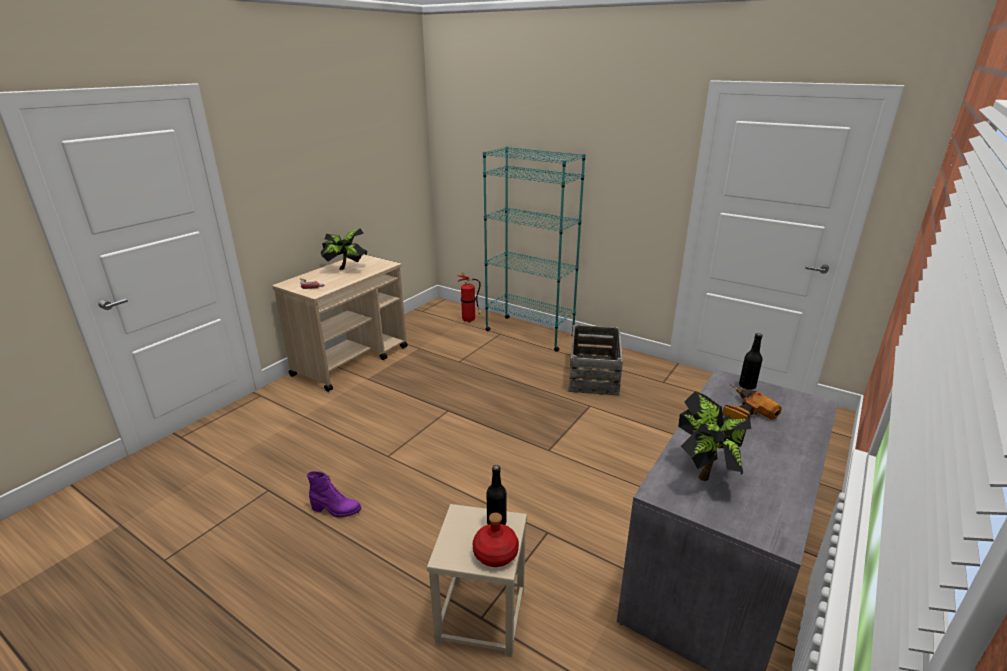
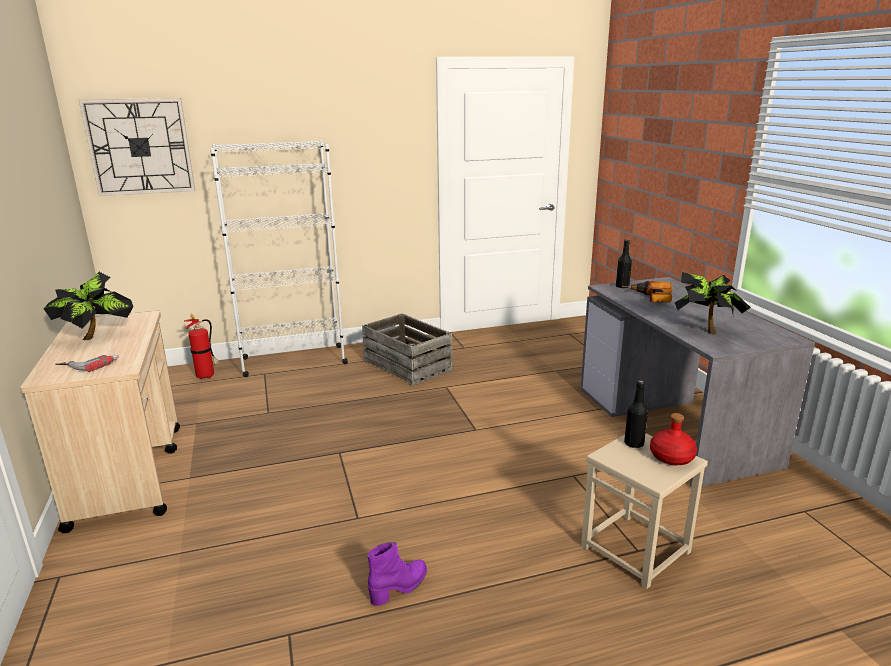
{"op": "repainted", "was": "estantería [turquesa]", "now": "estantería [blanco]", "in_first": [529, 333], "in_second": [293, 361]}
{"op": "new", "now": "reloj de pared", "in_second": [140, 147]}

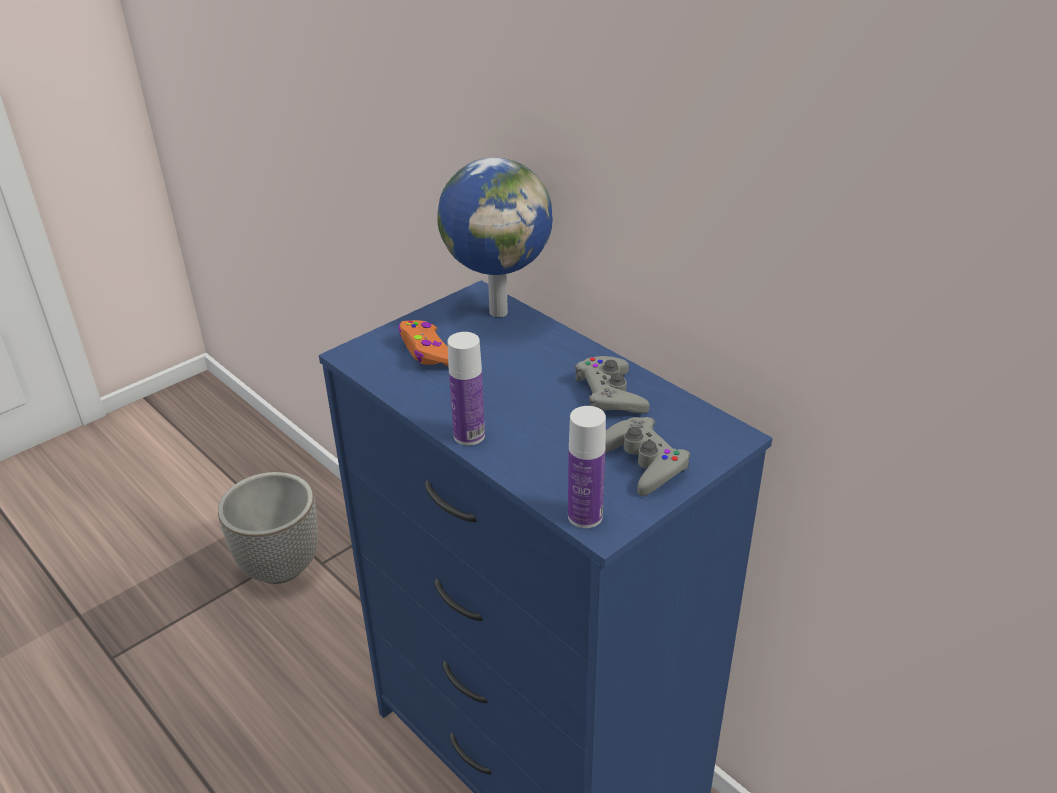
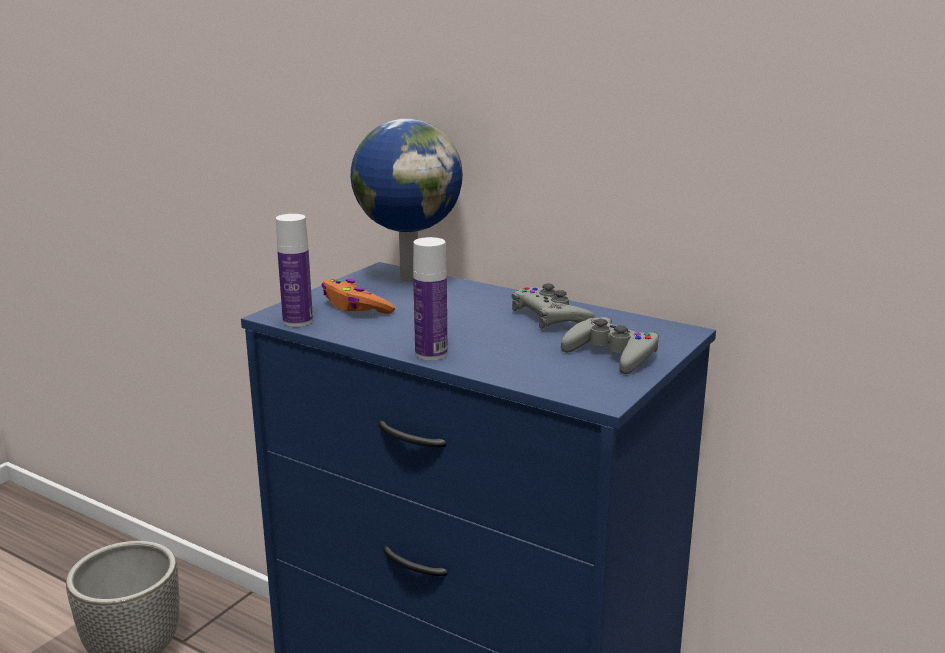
{"op": "shifted", "was": "botella", "in_first": [585, 516], "in_second": [298, 321]}

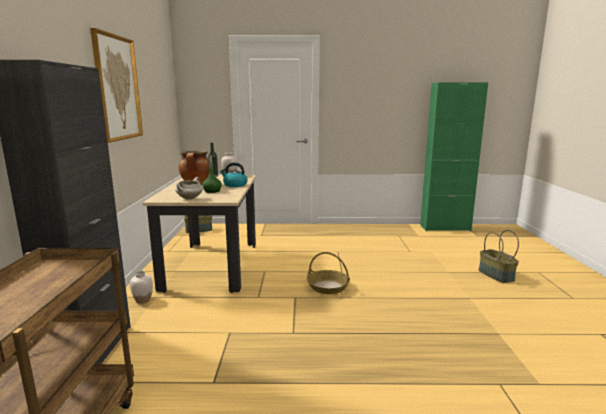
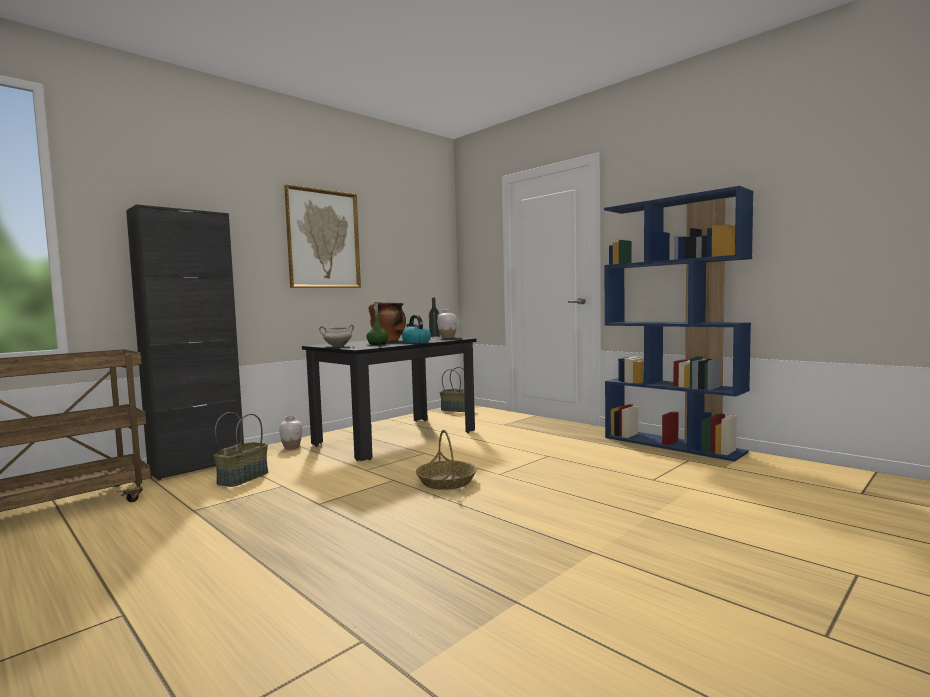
{"op": "repainted", "was": "mesa de comedor [beis]", "now": "mesa de comedor [negro]", "in_first": [212, 265], "in_second": [395, 438]}
{"op": "gone", "was": "armario [verde]", "in_first": [445, 228]}
{"op": "shifted", "was": "cesta", "in_first": [495, 275], "in_second": [243, 478]}
{"op": "new", "now": "estantería [azul]", "in_second": [673, 444]}

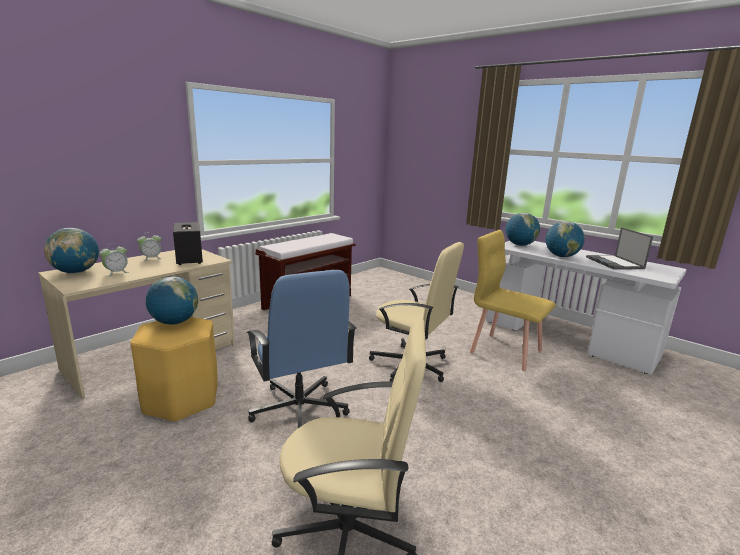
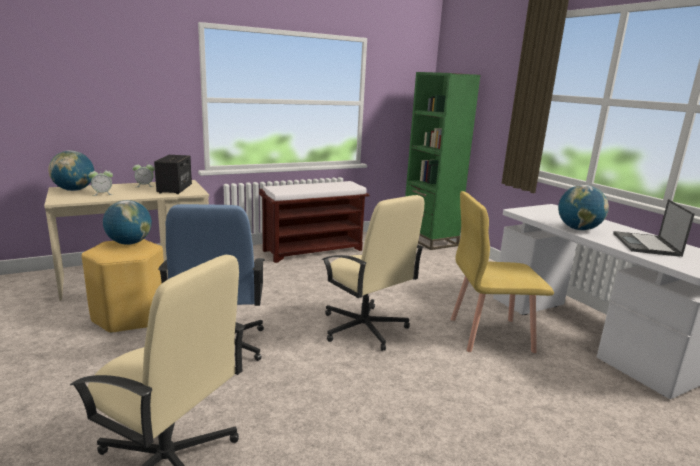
{"op": "rotated", "was": "silla [amarillo]", "in_first": [505, 351], "in_second": [489, 334], "clockwise": -60}
{"op": "gone", "was": "globo terráqueo", "in_first": [520, 245]}
{"op": "new", "now": "estantería [verde]", "in_second": [429, 240]}

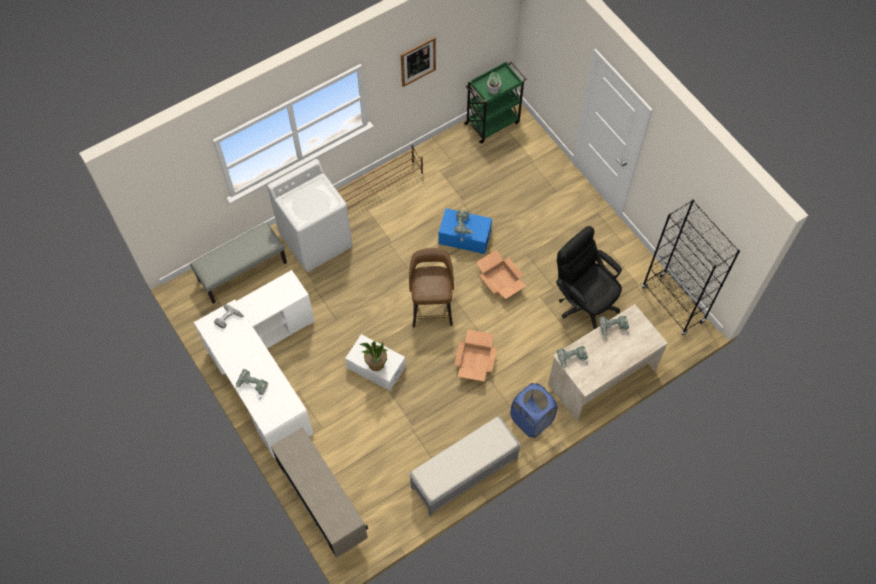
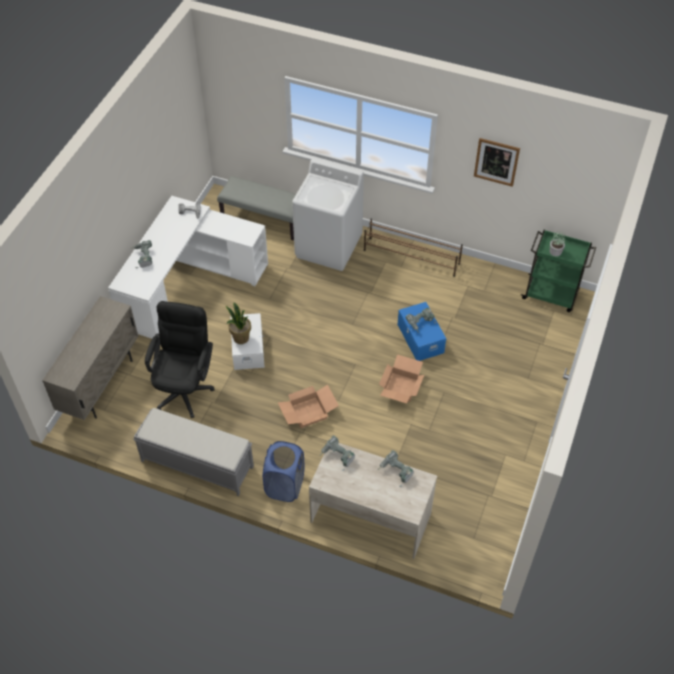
{"op": "gone", "was": "taburete [marrón]", "in_first": [431, 307]}
{"op": "shifted", "was": "silla de oficina [negro]", "in_first": [583, 301], "in_second": [185, 387]}
{"op": "gone", "was": "estantería [negro]", "in_first": [673, 305]}

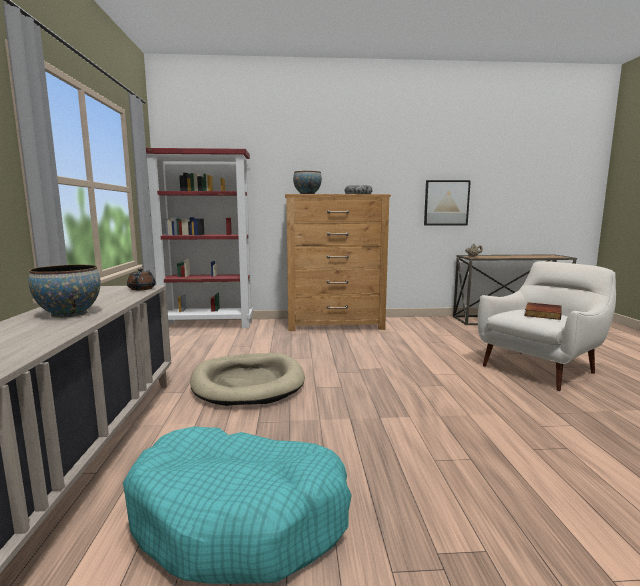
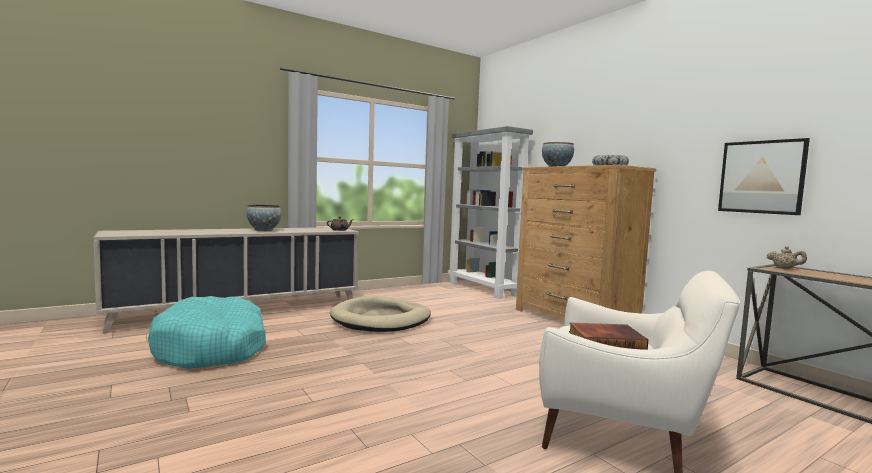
{"op": "repainted", "was": "estantería [rojo]", "now": "estantería [gris]", "in_first": [208, 324], "in_second": [483, 289]}

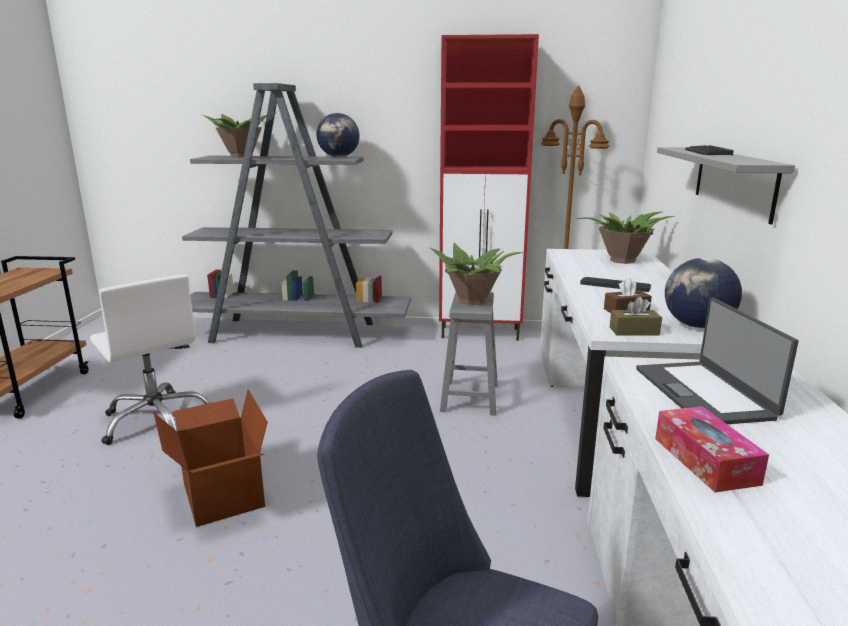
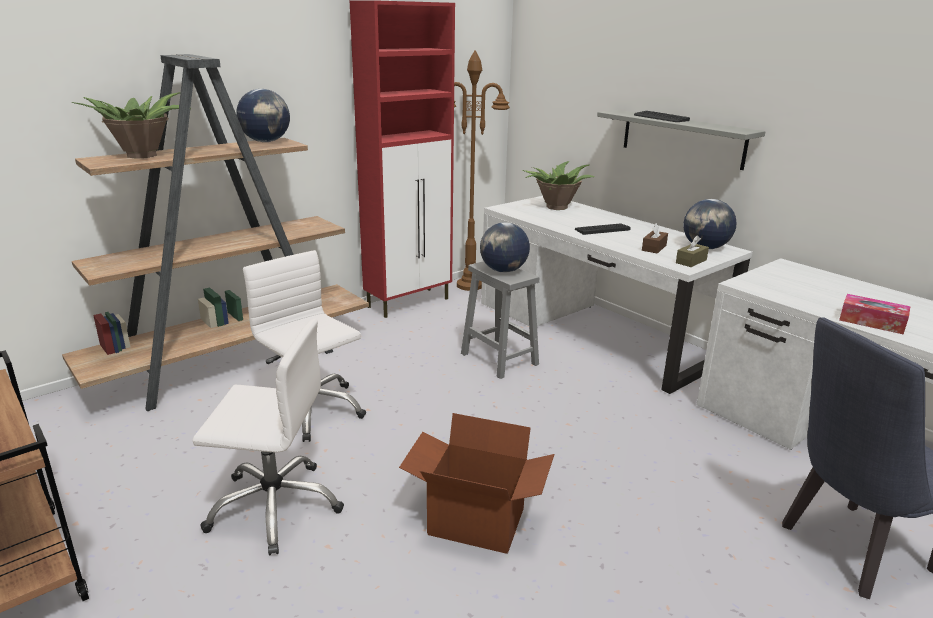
{"op": "repainted", "was": "estantería [gris]", "now": "estantería [marrón]", "in_first": [296, 333], "in_second": [234, 362]}
{"op": "swapped", "was": "planta en maceta", "now": "globo terráqueo", "in_first": [472, 302], "in_second": [503, 271]}
{"op": "gone", "was": "portátil", "in_first": [704, 393]}
{"op": "new", "now": "silla de oficina [blanco]", "in_second": [310, 410]}

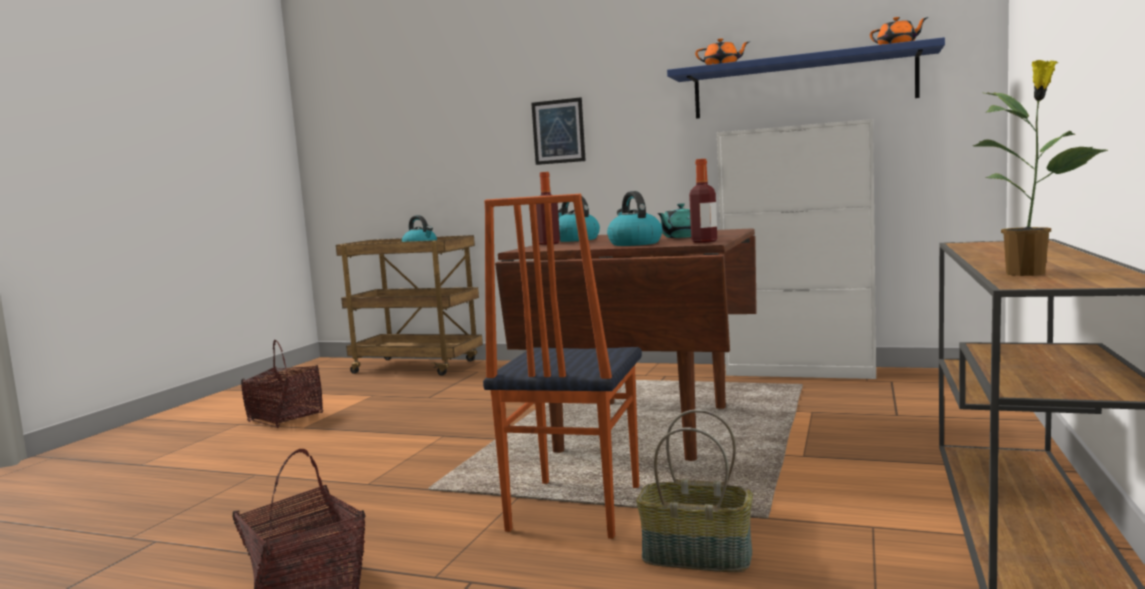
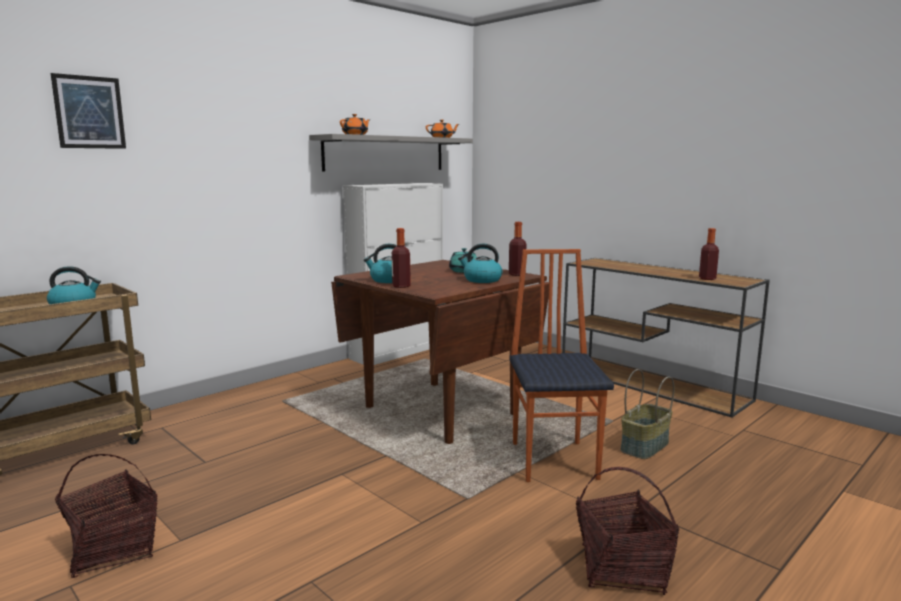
{"op": "rotated", "was": "silla", "in_first": [572, 509], "in_second": [555, 460], "clockwise": -135}
{"op": "shifted", "was": "cuadro", "in_first": [558, 131], "in_second": [89, 112]}
{"op": "repainted", "was": "estante [azul]", "now": "estante [gris]", "in_first": [802, 85], "in_second": [385, 153]}
{"op": "swapped", "was": "planta en maceta", "now": "botella", "in_first": [1028, 273], "in_second": [707, 278]}

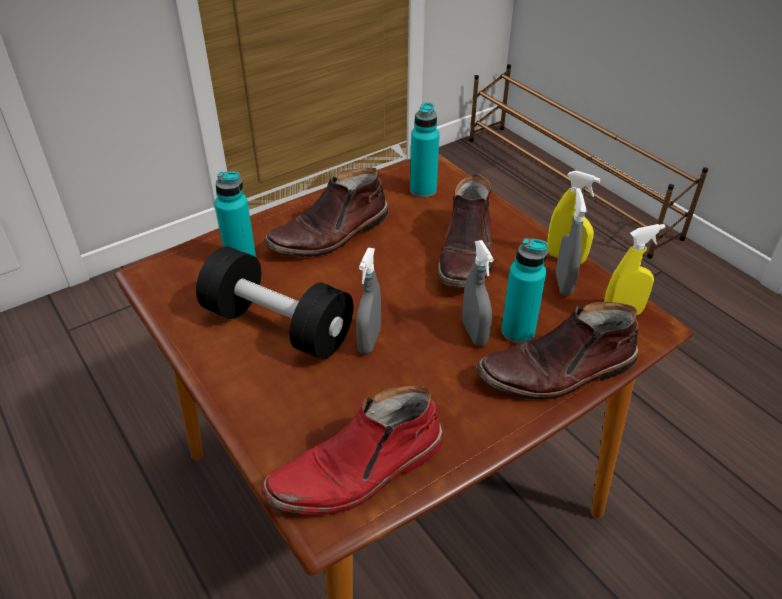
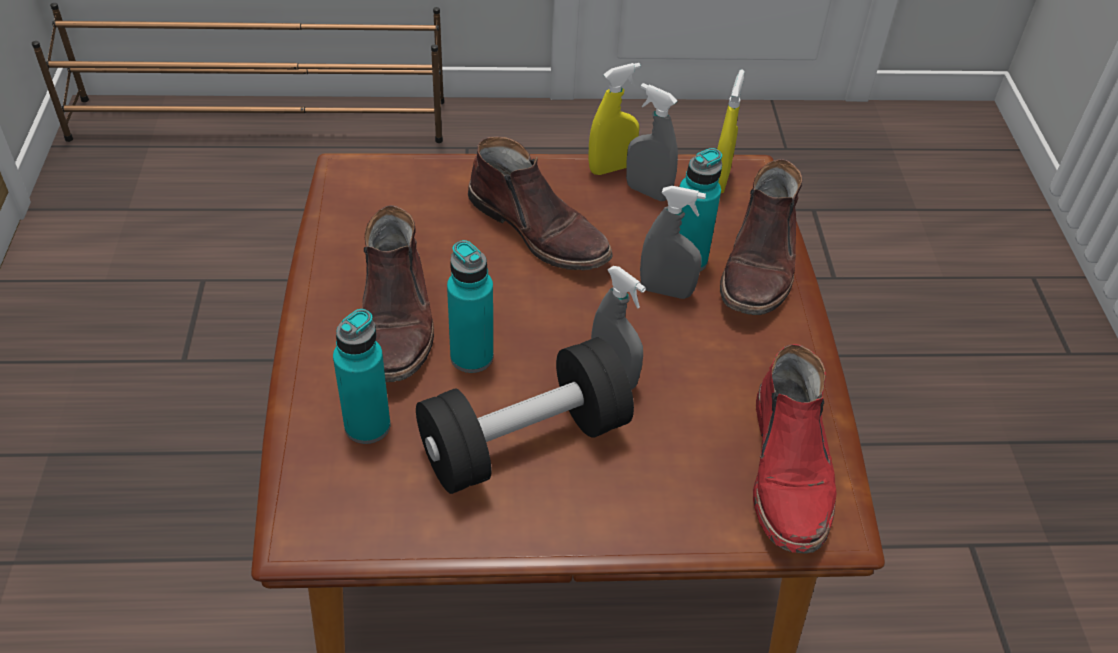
{"op": "shifted", "was": "botella [turquesa]", "in_first": [423, 190], "in_second": [471, 357]}

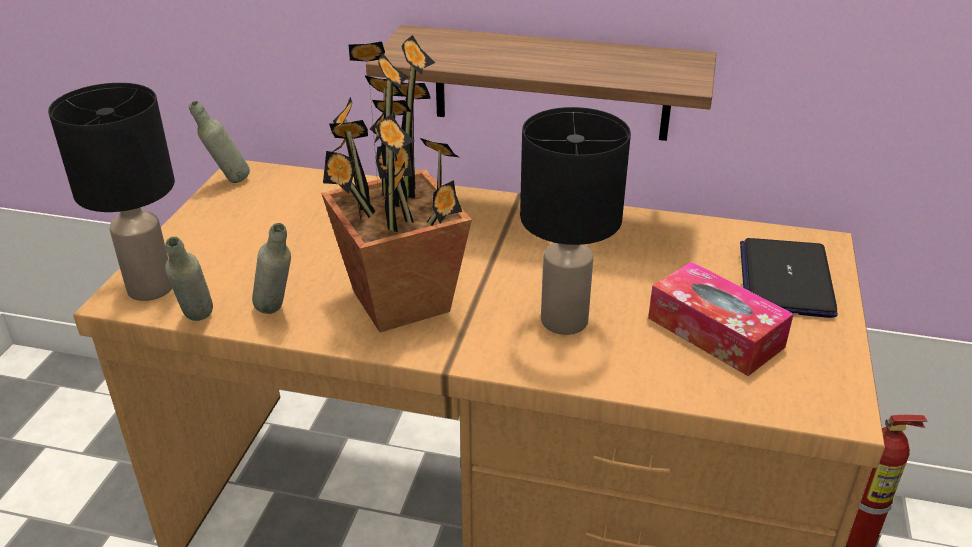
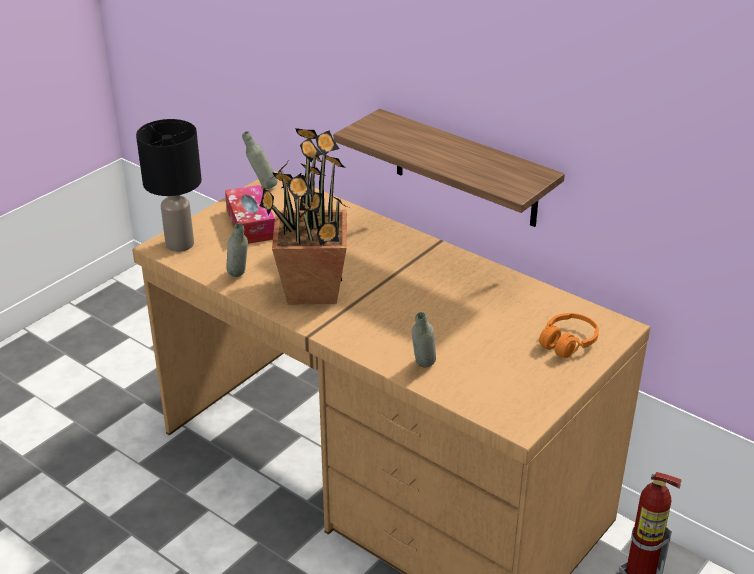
{"op": "shifted", "was": "botella [gris]", "in_first": [197, 323], "in_second": [423, 369]}
{"op": "gone", "was": "lámpara de mesa [negro]", "in_first": [565, 321]}
{"op": "shifted", "was": "caja de pañuelos", "in_first": [715, 332], "in_second": [251, 224]}
{"op": "swapped", "was": "portátil", "now": "auriculares [naranja]", "in_first": [785, 279], "in_second": [568, 342]}

